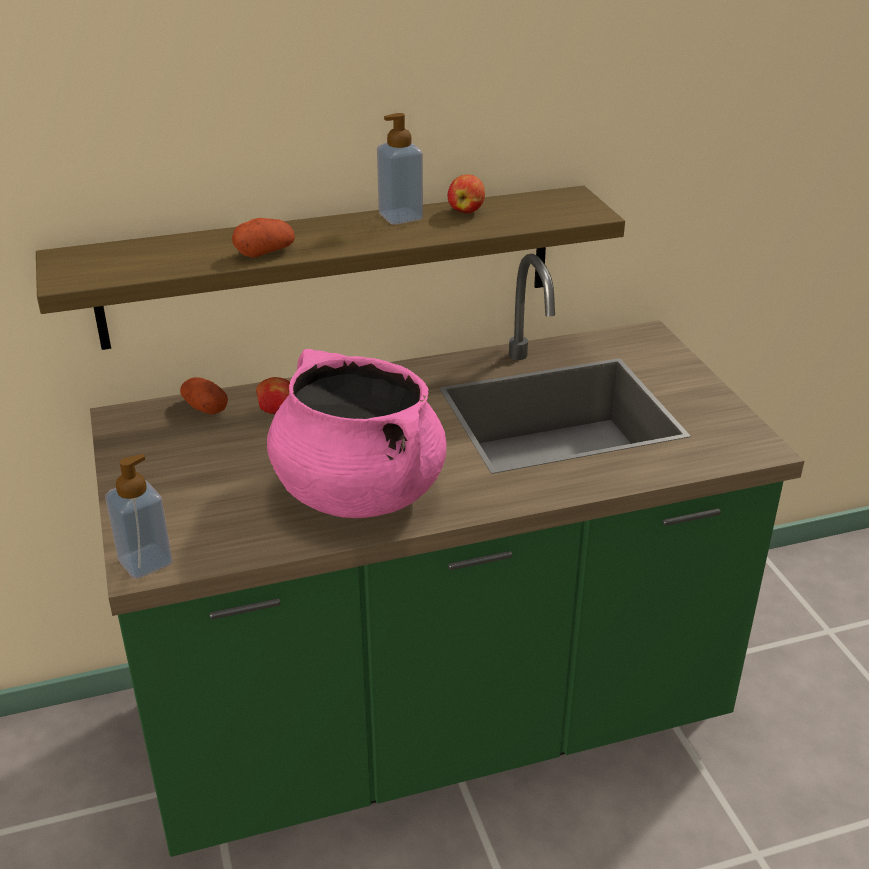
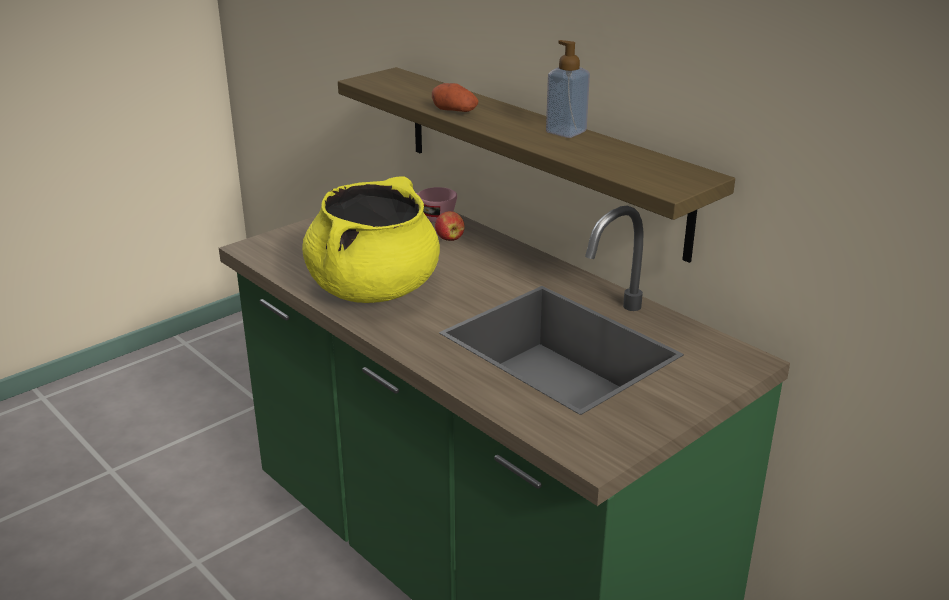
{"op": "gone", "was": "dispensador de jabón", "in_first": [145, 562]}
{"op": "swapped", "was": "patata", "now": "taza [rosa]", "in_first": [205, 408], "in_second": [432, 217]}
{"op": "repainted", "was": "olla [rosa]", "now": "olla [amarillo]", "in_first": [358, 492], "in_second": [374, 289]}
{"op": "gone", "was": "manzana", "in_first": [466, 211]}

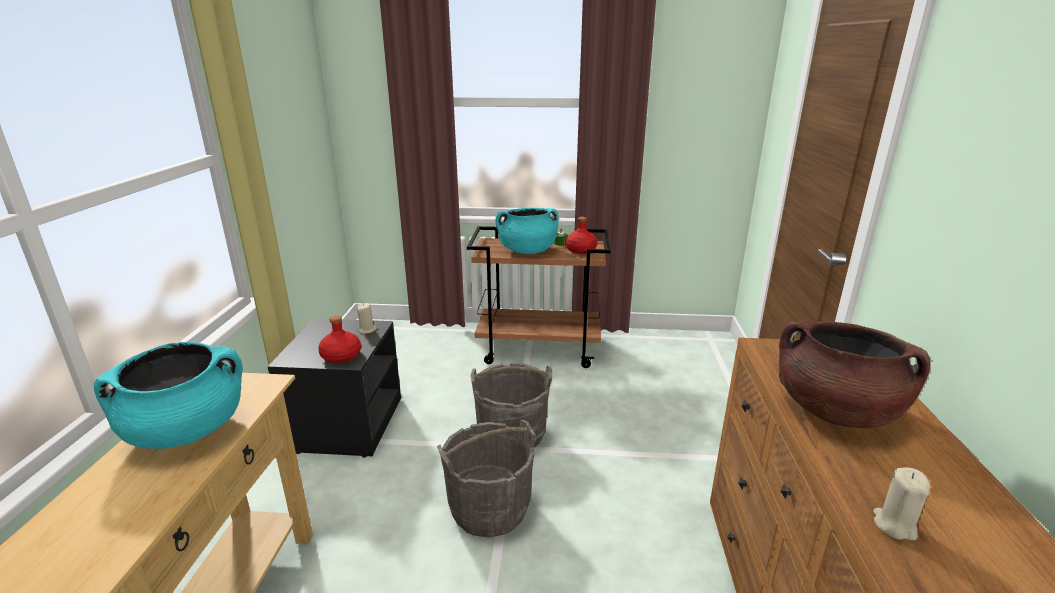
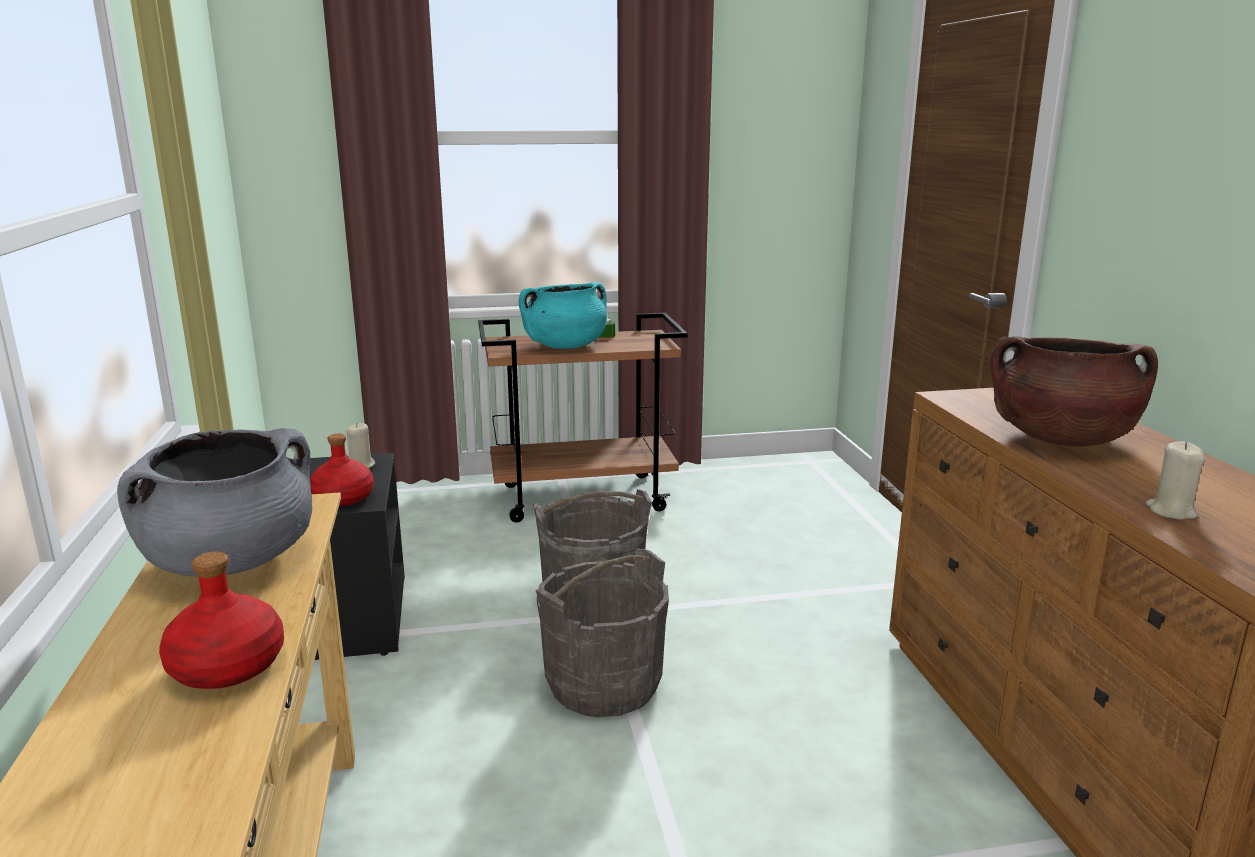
{"op": "repainted", "was": "olla [turquesa]", "now": "olla [gris]", "in_first": [187, 430], "in_second": [231, 561]}
{"op": "shifted", "was": "botella [rojo]", "in_first": [581, 250], "in_second": [228, 667]}

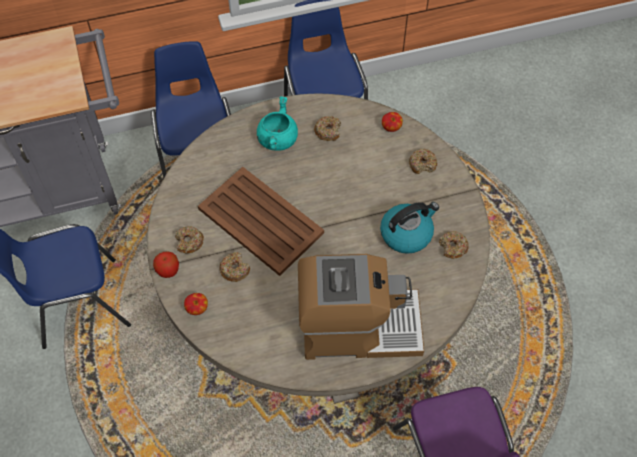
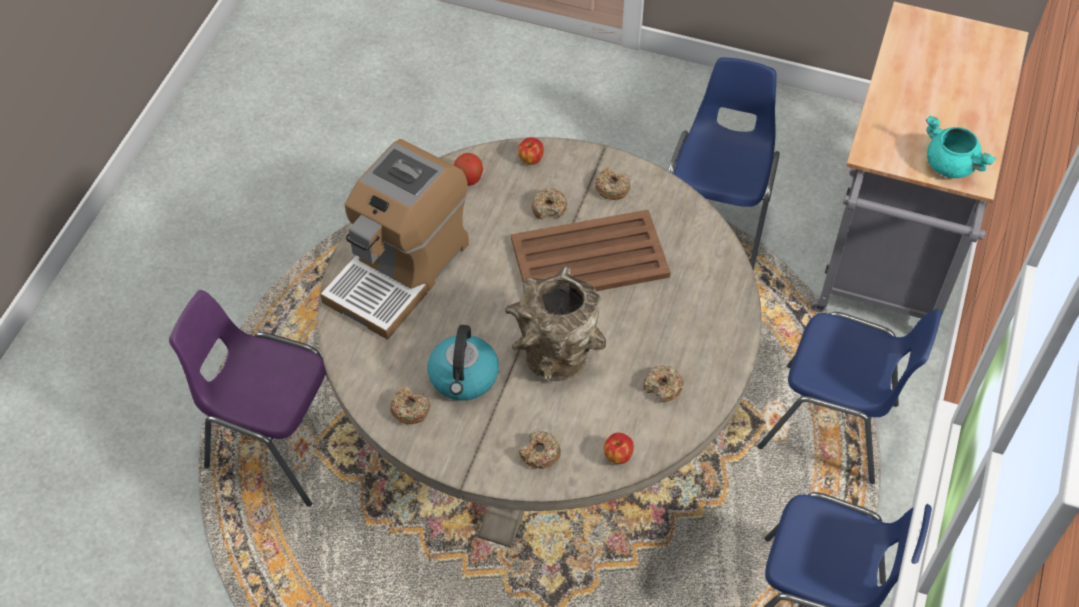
{"op": "shifted", "was": "manzana", "in_first": [168, 270], "in_second": [468, 179]}
{"op": "shifted", "was": "olla [turquesa]", "in_first": [277, 139], "in_second": [951, 165]}
{"op": "new", "now": "florero [marrón]", "in_second": [554, 353]}

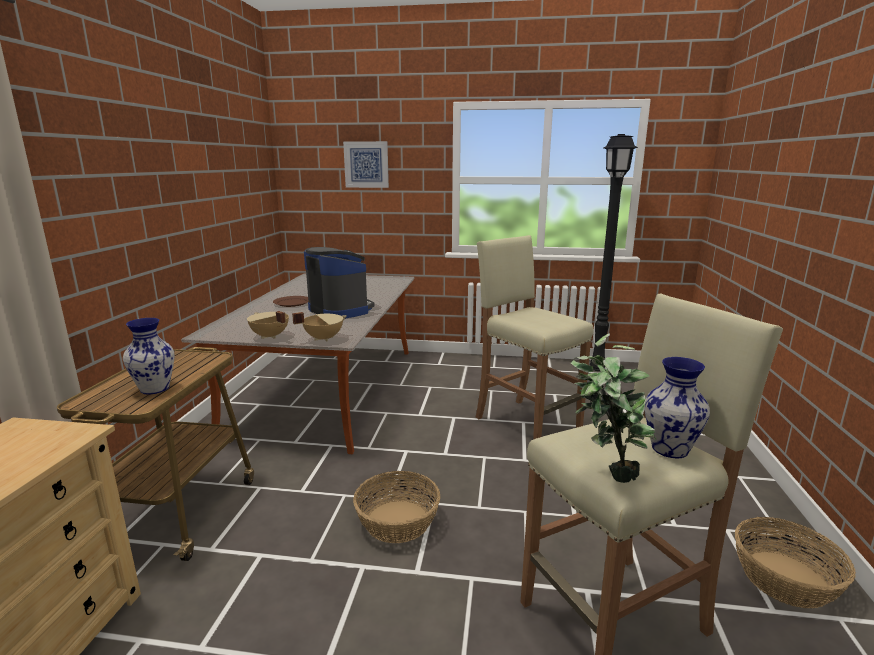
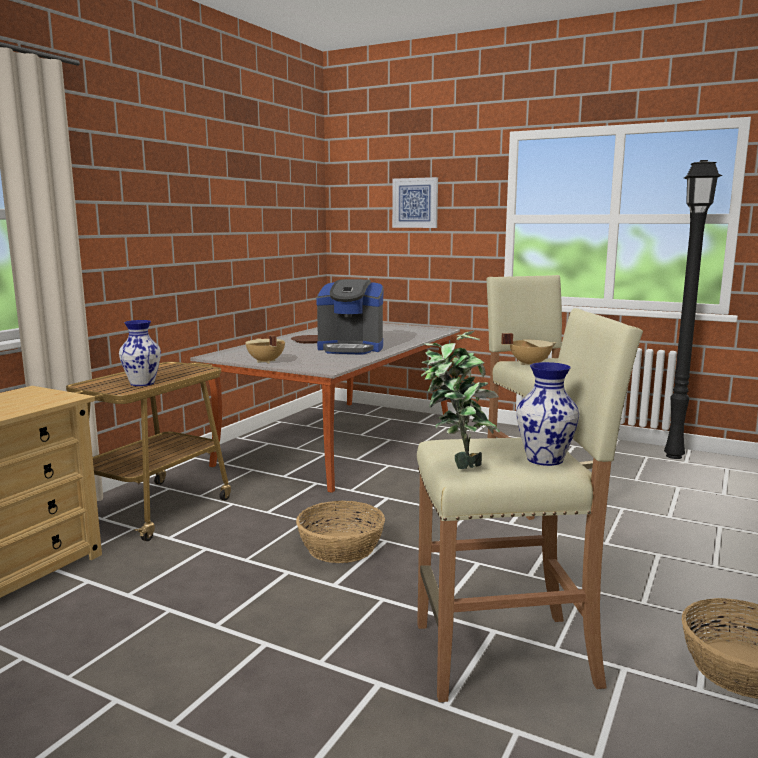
{"op": "shifted", "was": "olla [beis]", "in_first": [323, 338], "in_second": [529, 364]}
{"op": "rotated", "was": "cafetera", "in_first": [340, 310], "in_second": [351, 348], "clockwise": 120}

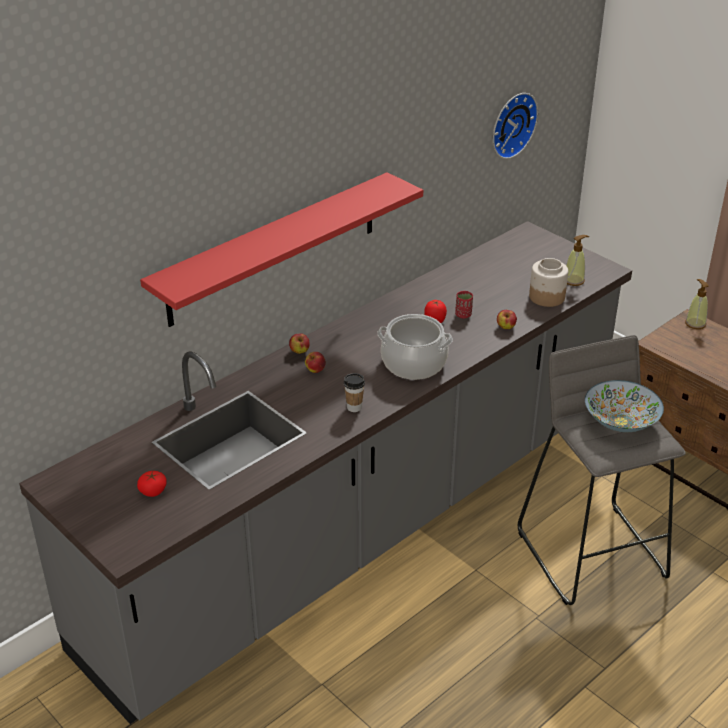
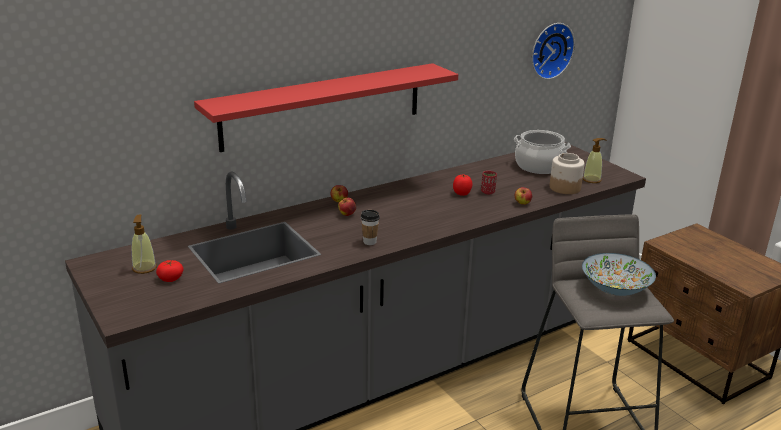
{"op": "shifted", "was": "olla", "in_first": [413, 364], "in_second": [539, 166]}
{"op": "shifted", "was": "dispensador de jabón", "in_first": [695, 323], "in_second": [144, 268]}

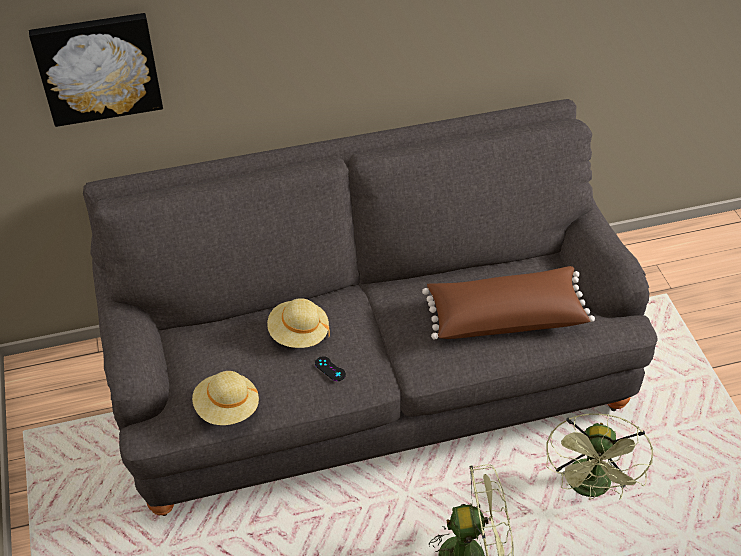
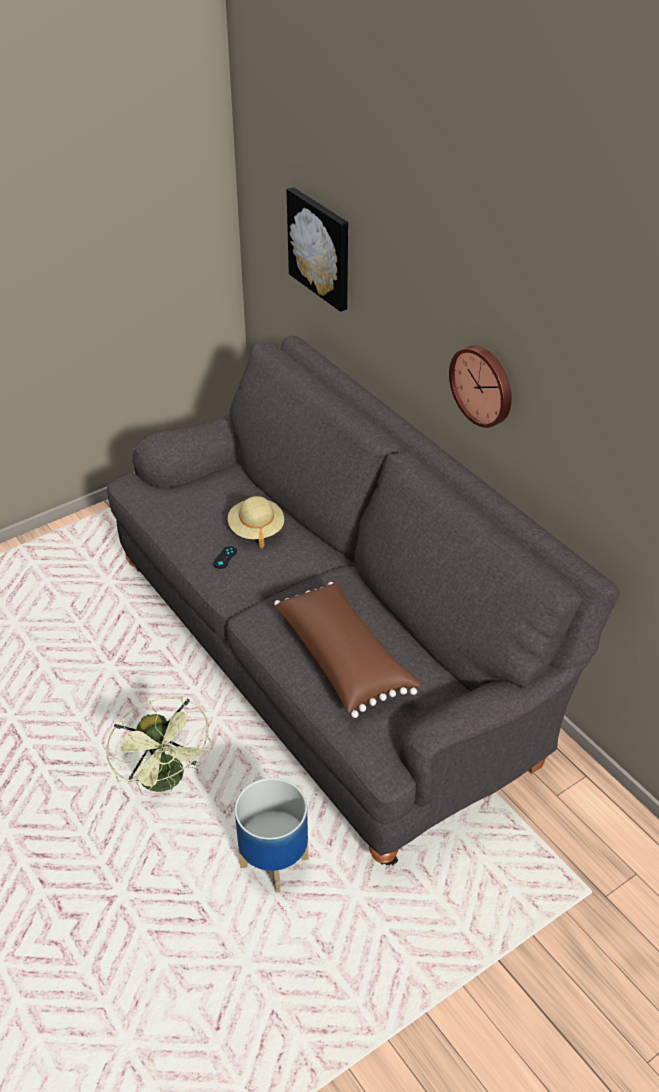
{"op": "gone", "was": "sombrero [beis]", "in_first": [227, 408]}
{"op": "swapped", "was": "ventilador [verde]", "now": "maceta", "in_first": [590, 488], "in_second": [275, 863]}
{"op": "new", "now": "reloj de pared", "in_second": [483, 385]}

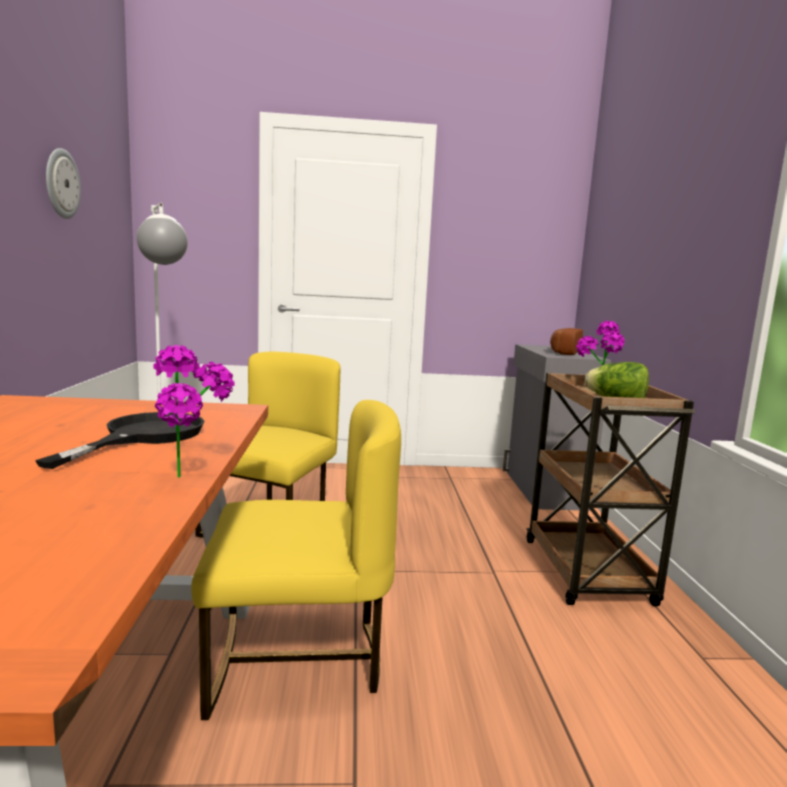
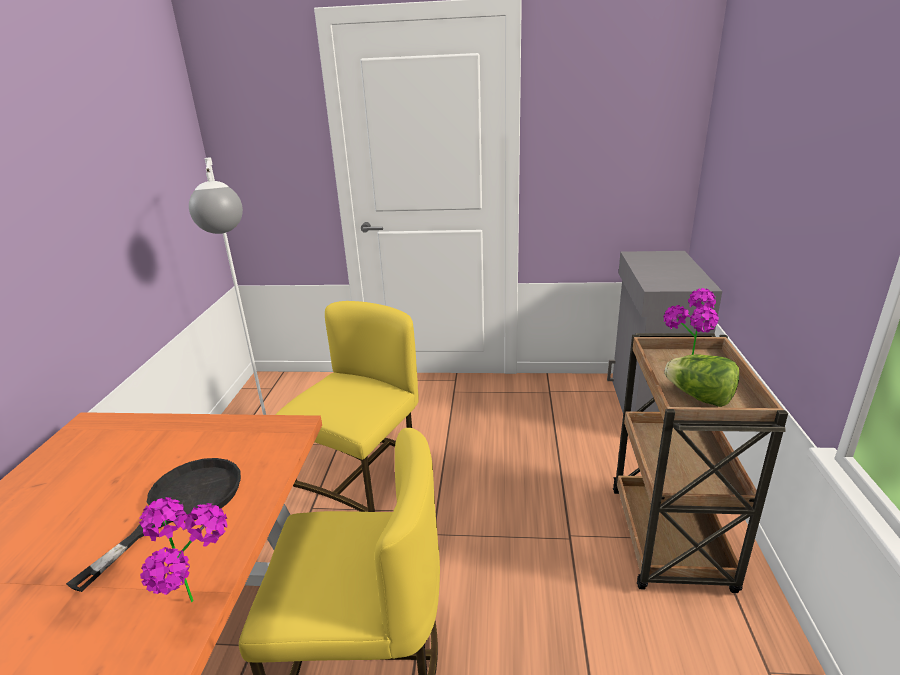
{"op": "gone", "was": "reloj de pared", "in_first": [61, 184]}
{"op": "gone", "was": "pan", "in_first": [563, 352]}

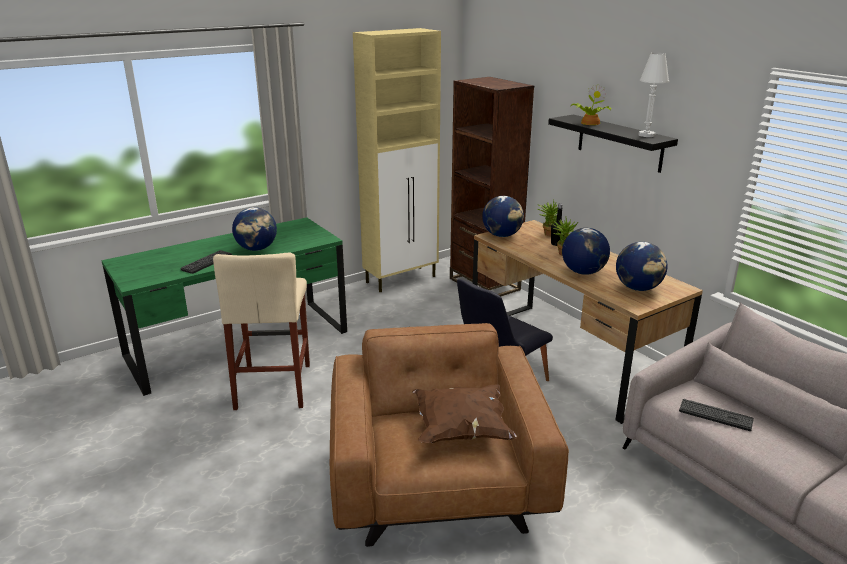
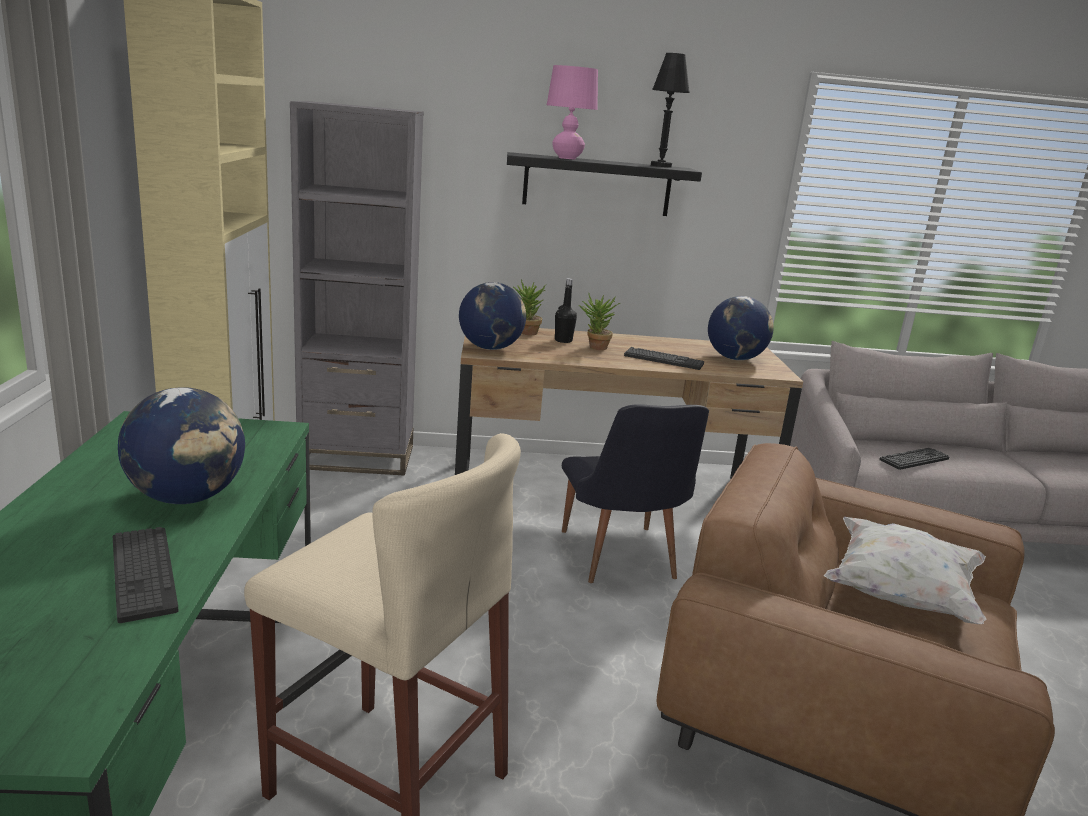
{"op": "repainted", "was": "cojín [marrón]", "now": "cojín [blanco]", "in_first": [461, 430], "in_second": [899, 595]}
{"op": "repainted", "was": "estantería [marrón]", "now": "estantería [gris]", "in_first": [484, 284], "in_second": [357, 457]}
{"op": "swapped", "was": "globo terráqueo", "now": "teclado", "in_first": [583, 272], "in_second": [663, 359]}
{"op": "swapped", "was": "planta en maceta", "now": "lámpara de mesa [rosa]", "in_first": [589, 123], "in_second": [567, 158]}
{"op": "repainted", "was": "lámpara de mesa [blanco]", "now": "lámpara de mesa [negro]", "in_first": [646, 135], "in_second": [661, 166]}

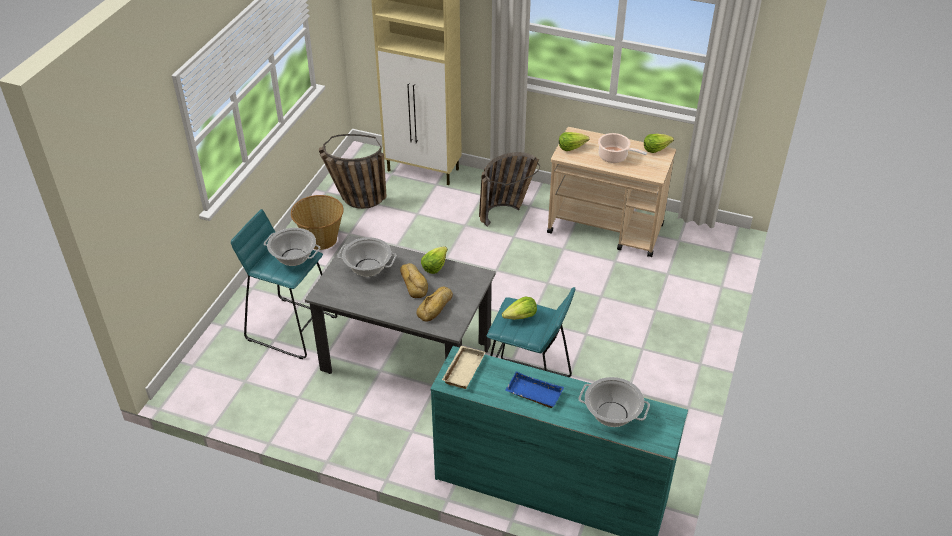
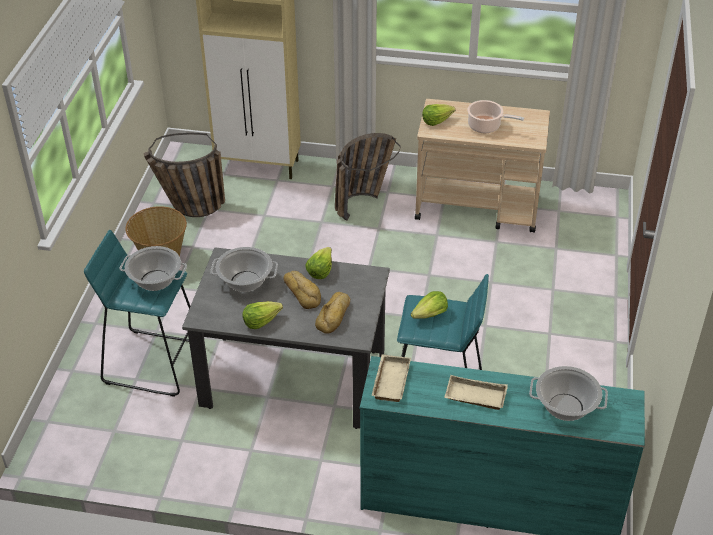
{"op": "repainted", "was": "bandeja [azul]", "now": "bandeja [beis]", "in_first": [533, 394], "in_second": [474, 397]}
{"op": "shifted", "was": "lechuga", "in_first": [656, 148], "in_second": [261, 321]}

